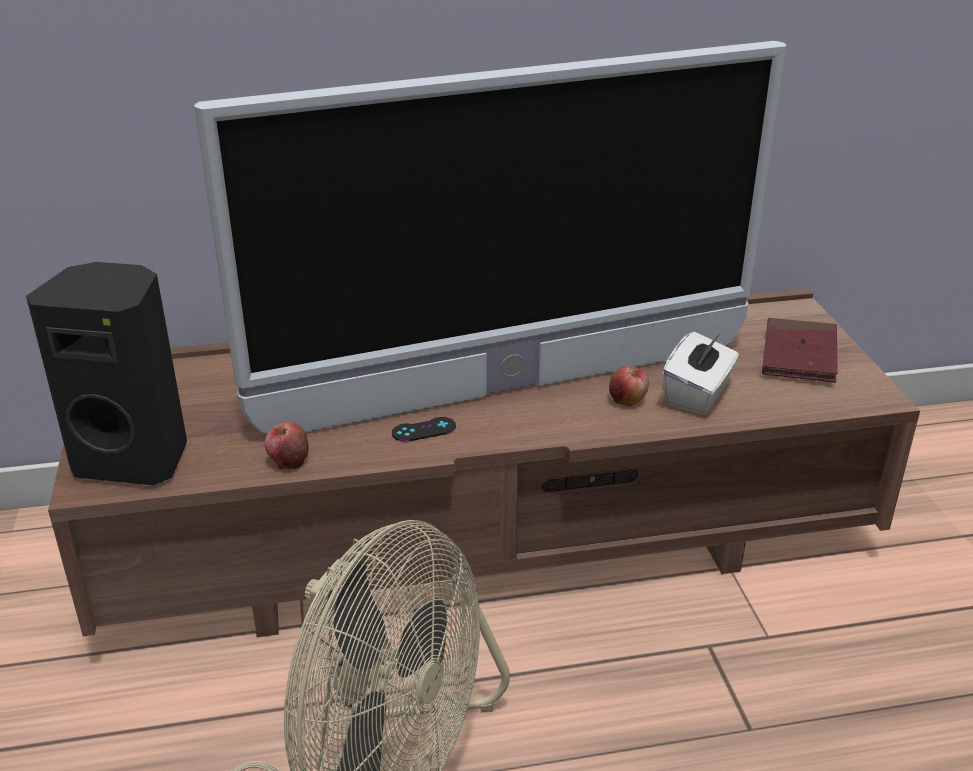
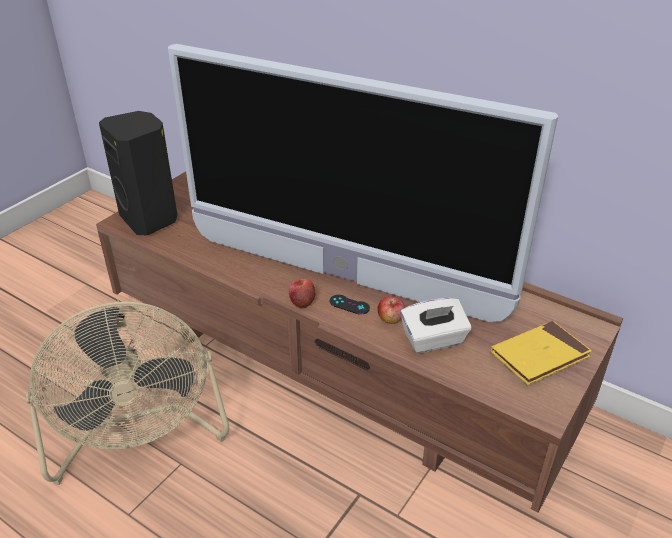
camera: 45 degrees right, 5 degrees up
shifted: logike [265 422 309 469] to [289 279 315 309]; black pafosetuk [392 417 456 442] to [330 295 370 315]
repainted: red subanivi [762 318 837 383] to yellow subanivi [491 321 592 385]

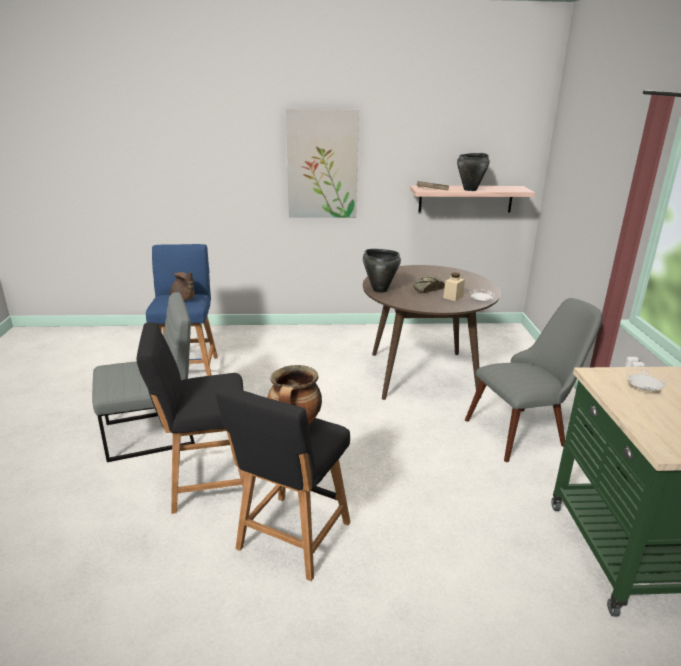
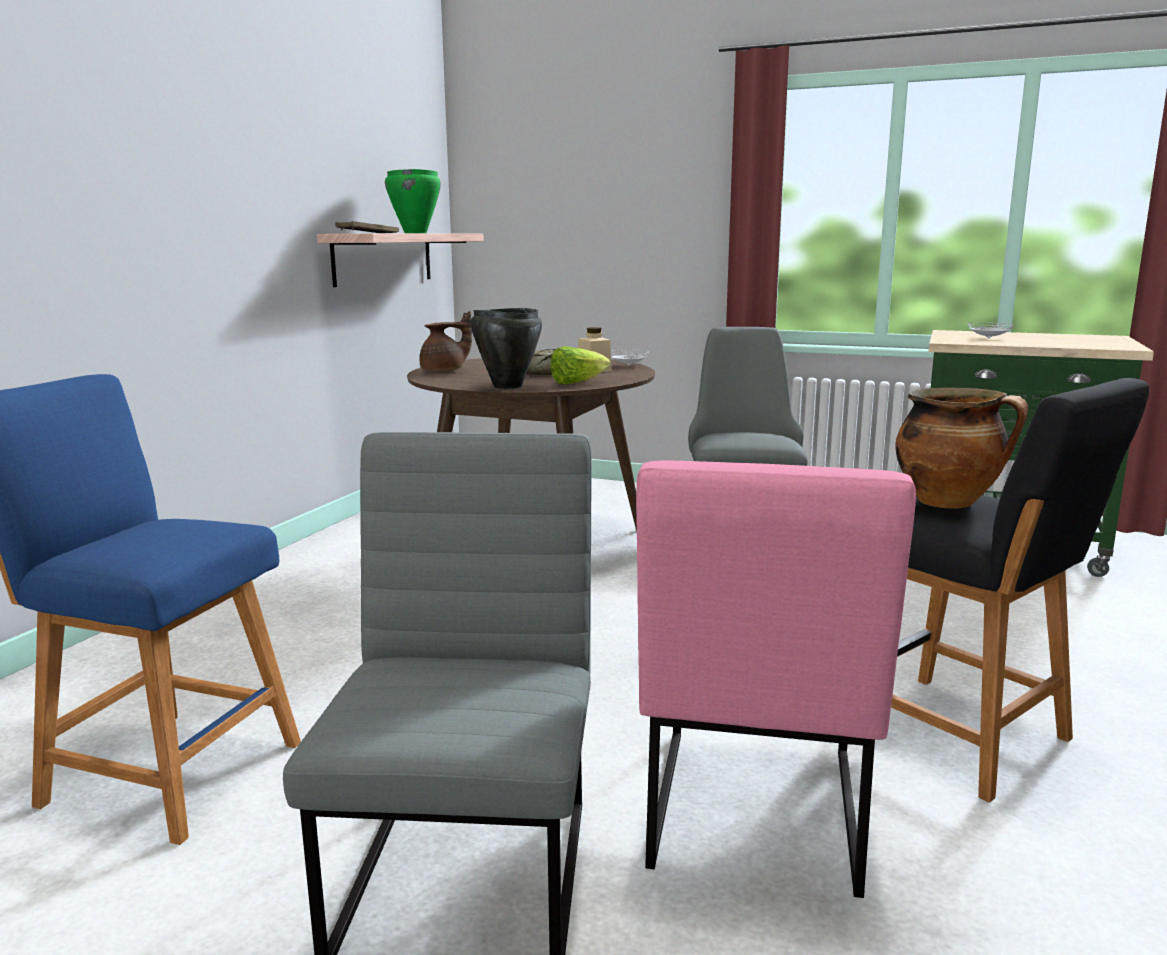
camera: 65 degrees left, 10 degrees down
gone: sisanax [286 109 359 218]
new: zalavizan [551 346 610 384]
shifted: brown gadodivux [170 272 195 301] to [419 311 472 372]
swapped: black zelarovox [136 322 252 514] to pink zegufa [636 461 916 898]
repainted: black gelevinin [457 153 490 191] to green gelevinin [385 169 441 233]

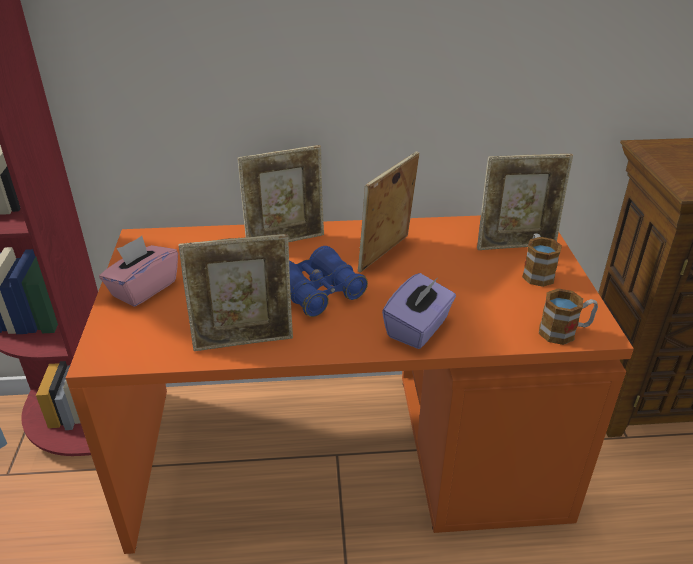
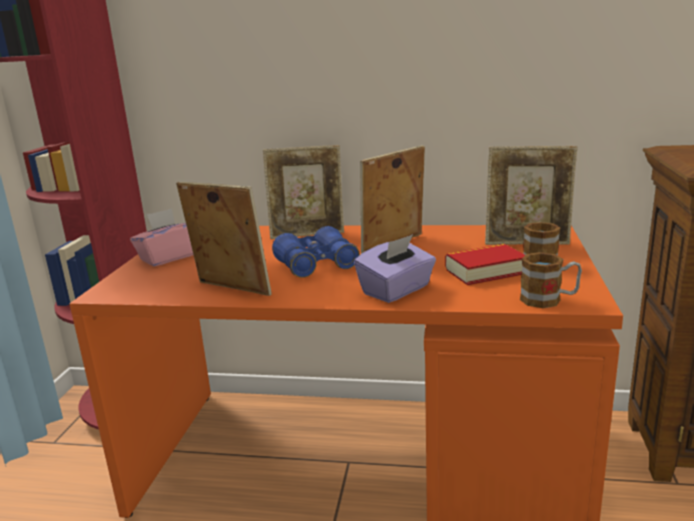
camera: 15 degrees right, 15 degrees down
new: subanivi [445 244 525 285]
rotated: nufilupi [179 234 293 351] = [176 182 272 296] 150 degrees counterclockwise

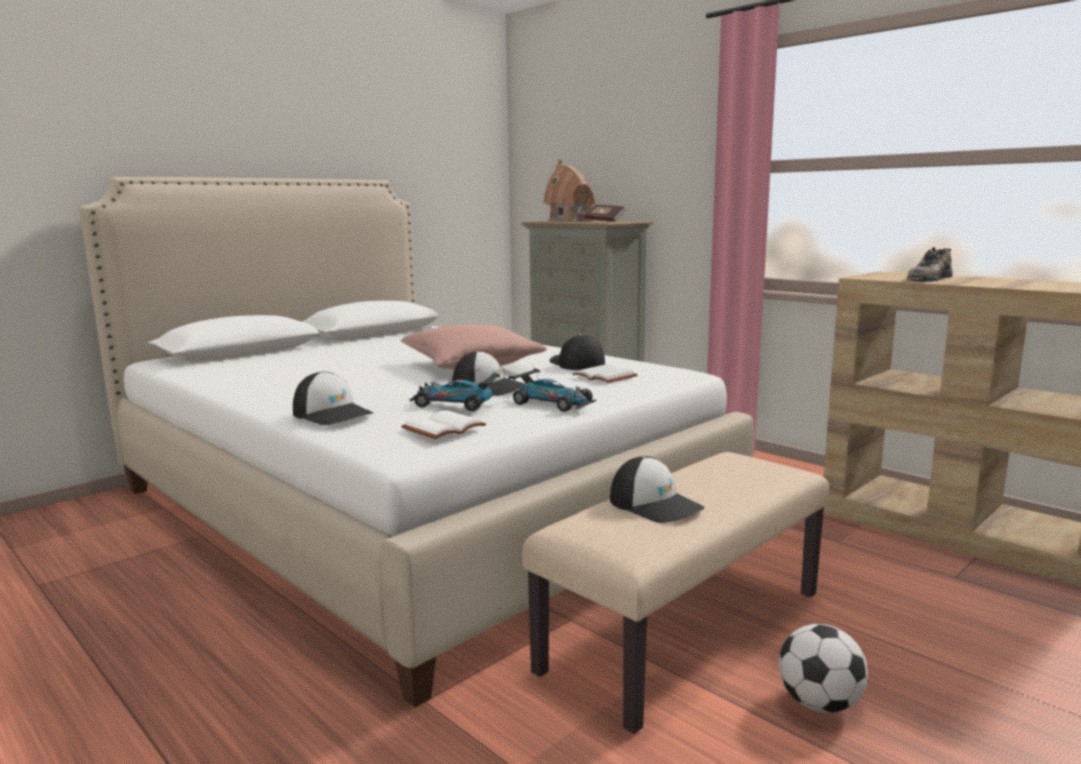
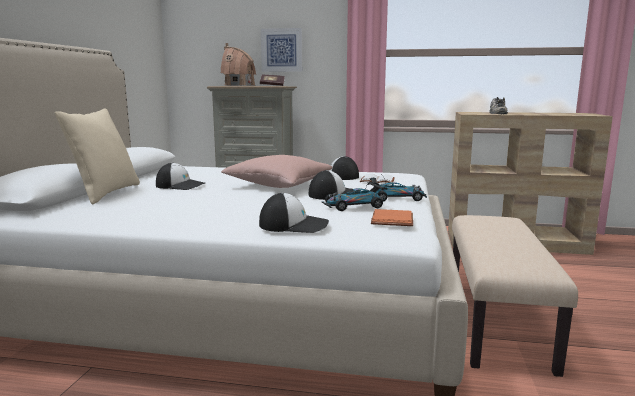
camera: 35 degrees left, 0 degrees up
gone: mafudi [779 624 868 713]
new: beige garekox [55 108 140 204]; sisanax [261 28 302 72]
shifted: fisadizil [610 456 704 523] to [156 162 205 190]
repainted: white subanivi [401 410 486 439] to orange subanivi [371 209 413 226]

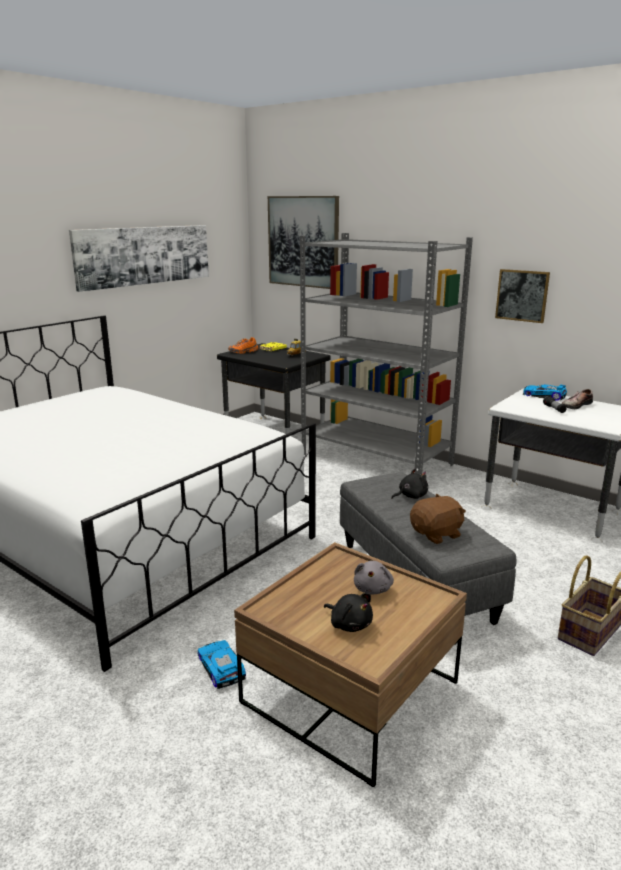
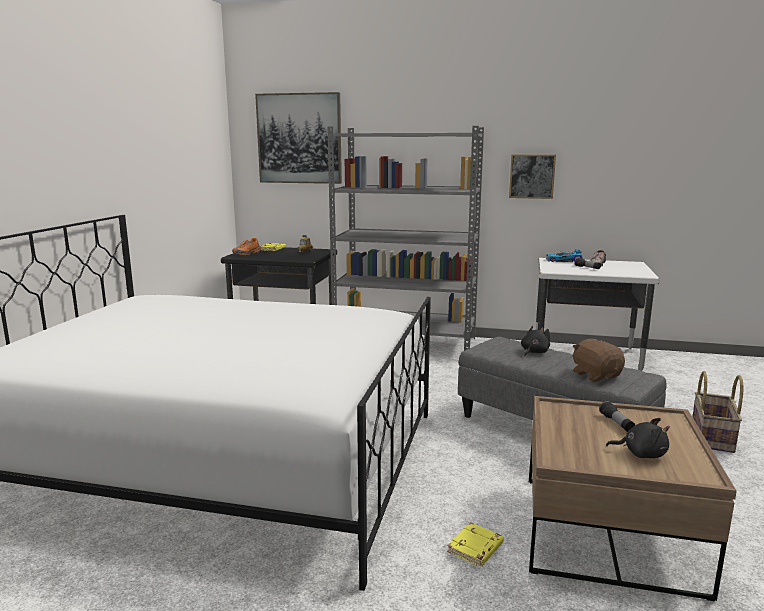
camera: 25 degrees left, 5 degrees down
gone: sisanax [69 225 209 292]
swapped: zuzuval [197 640 246 689] to yellow subanivi [447 522 504 567]; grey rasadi [354 561 394 594] to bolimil [599 401 635 432]
rotated: brown rasadi [410 493 466 544] = [572 339 625 382] 60 degrees counterclockwise

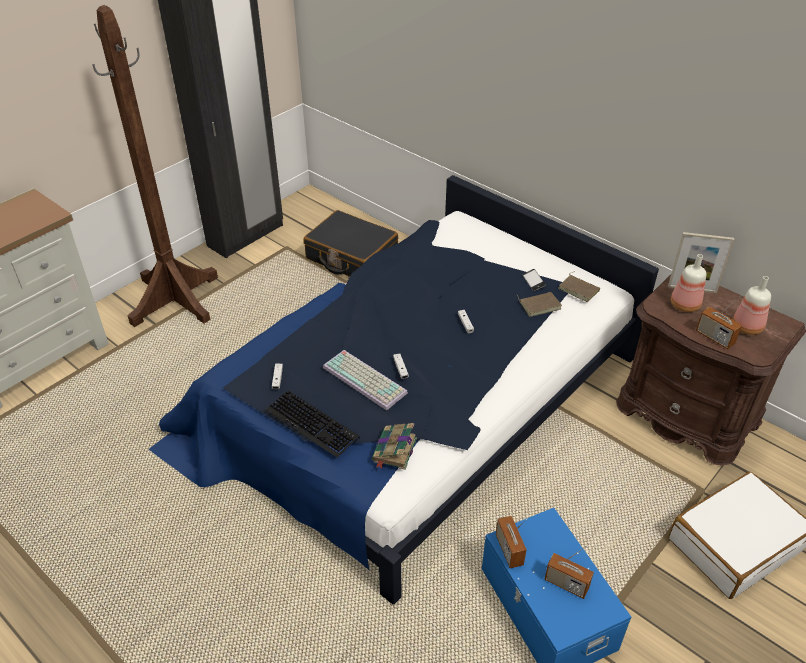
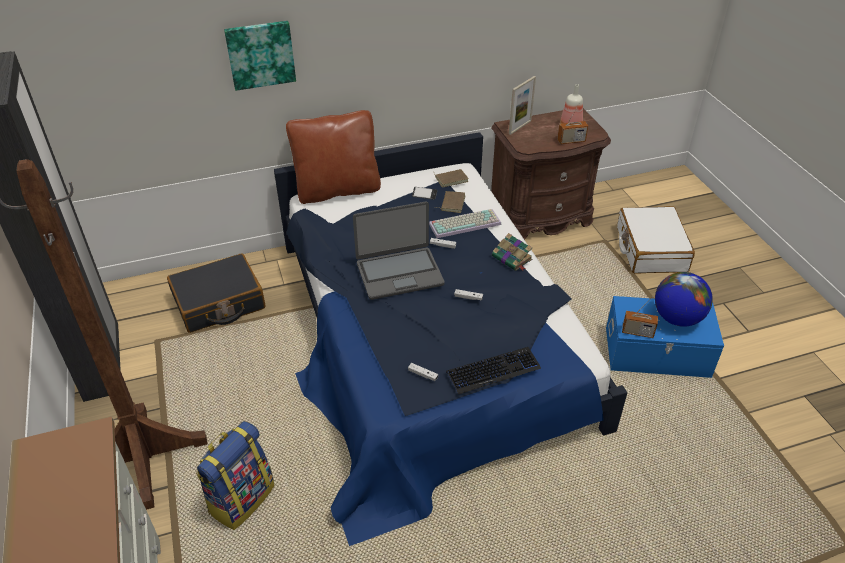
camera: 60 degrees left, 0 degrees up
gone: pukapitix [671 254 706 312]
new: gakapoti [196 421 275 530]; sisanax [224 21 296 91]; brown garekox [286 110 381 204]; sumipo [353 201 445 300]
shifted: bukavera [323 350 408 411] to [429 209 501 238]; subanivi [372 423 417 470] to [492 233 532 271]
swapped: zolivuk [544 546 594 599] to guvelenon [655 272 713 327]

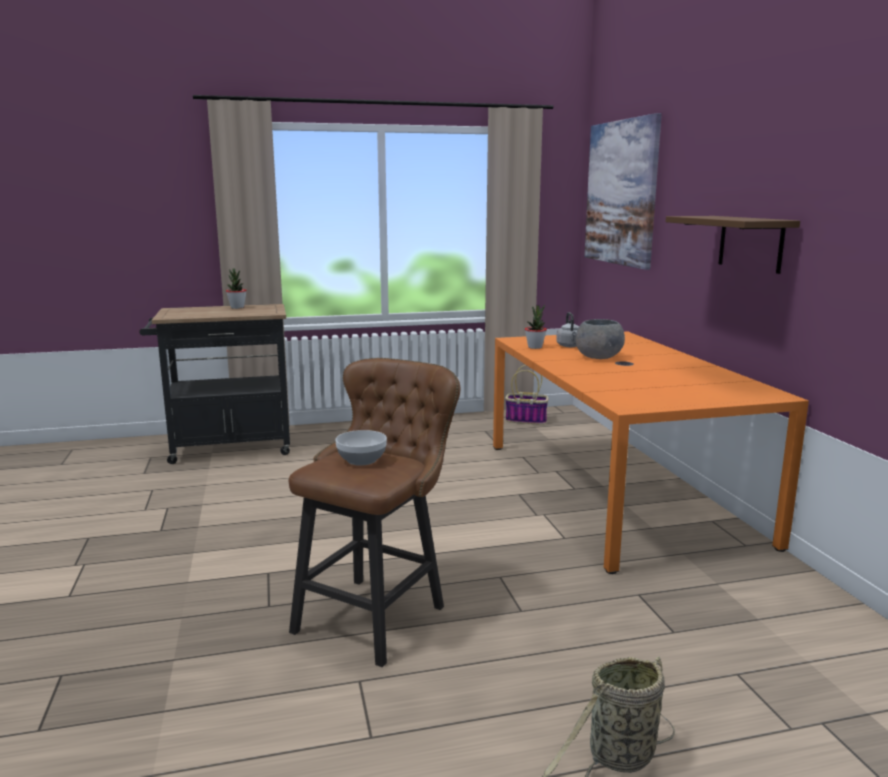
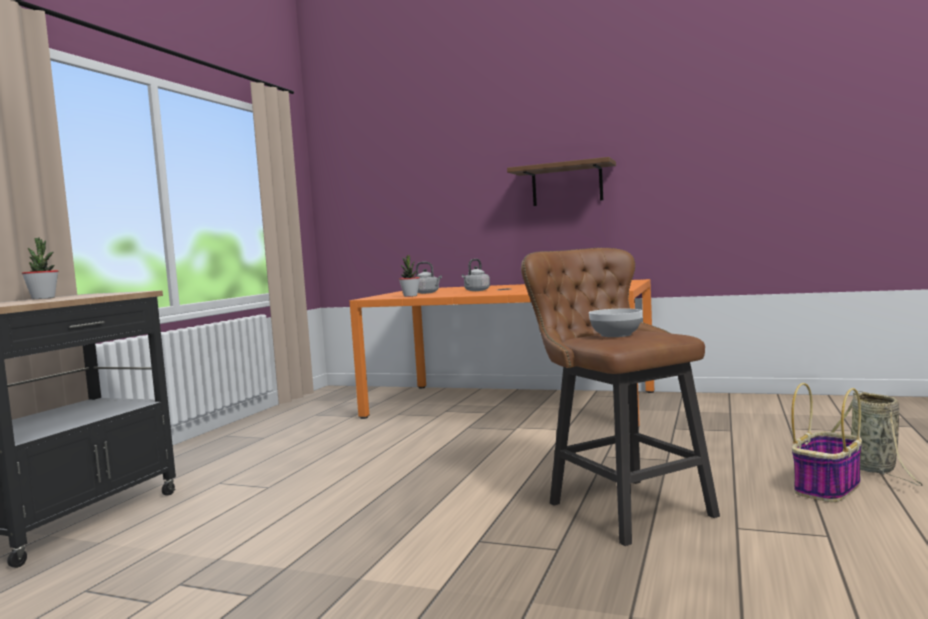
camera: 55 degrees left, 10 degrees down
gone: sisanax [584 113 662 270]
shifted: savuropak [505 365 549 425] to [791 383 862 502]
swapped: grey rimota [576 319 625 359] to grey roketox [462 259 490 291]

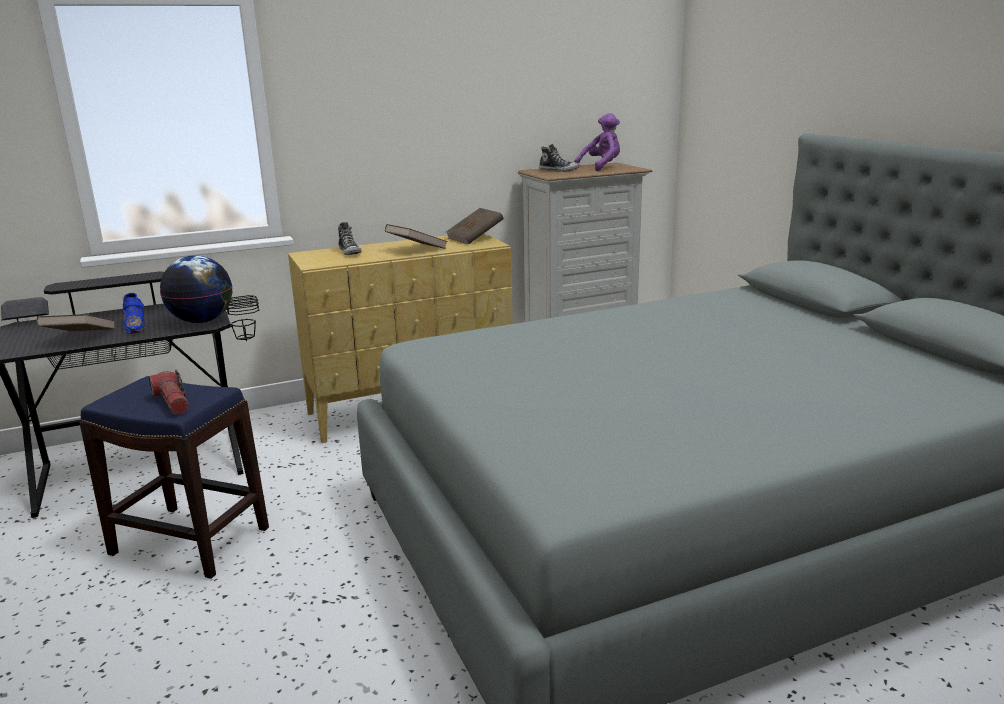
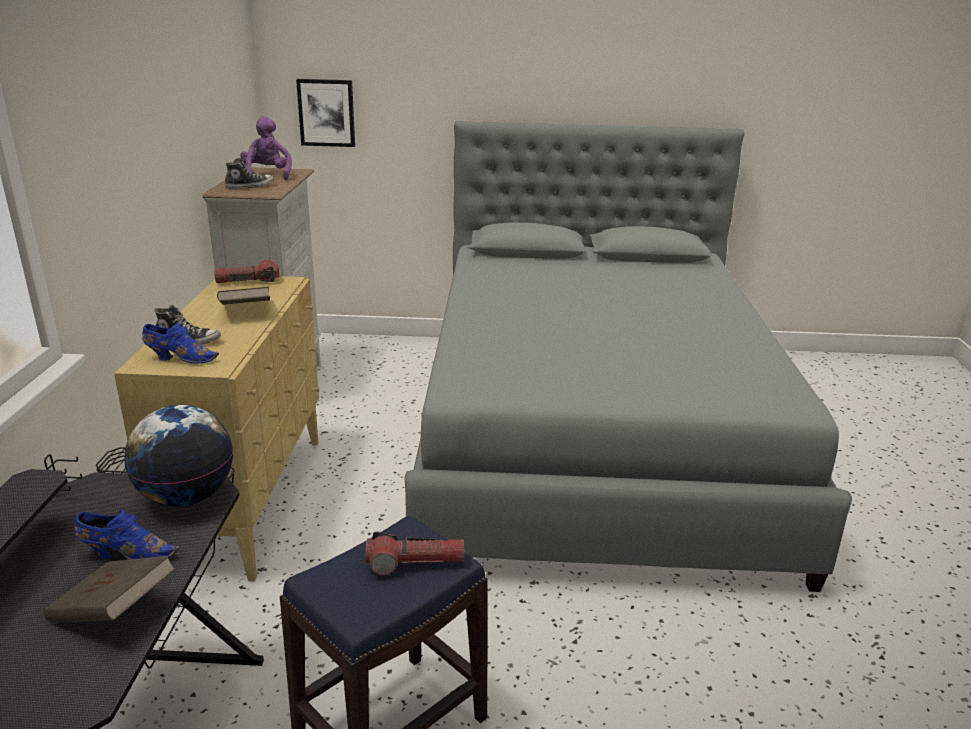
camera: 65 degrees left, 5 degrees up
new: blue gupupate [142 323 219 364]; sisanax [296 79 355 147]
swapped: brown subanivi [446 208 503 244] to bolimil [214 260 279 283]

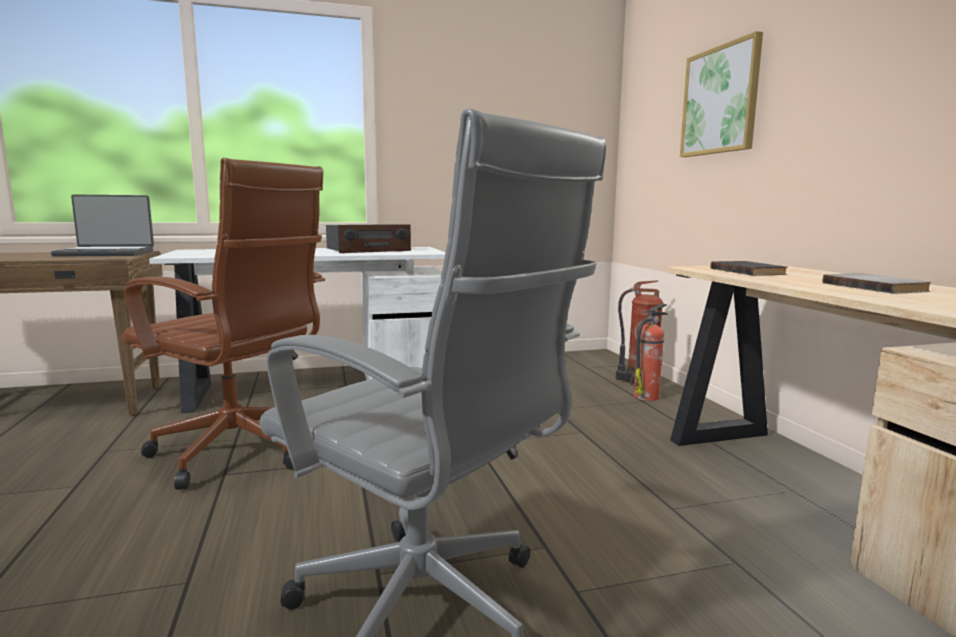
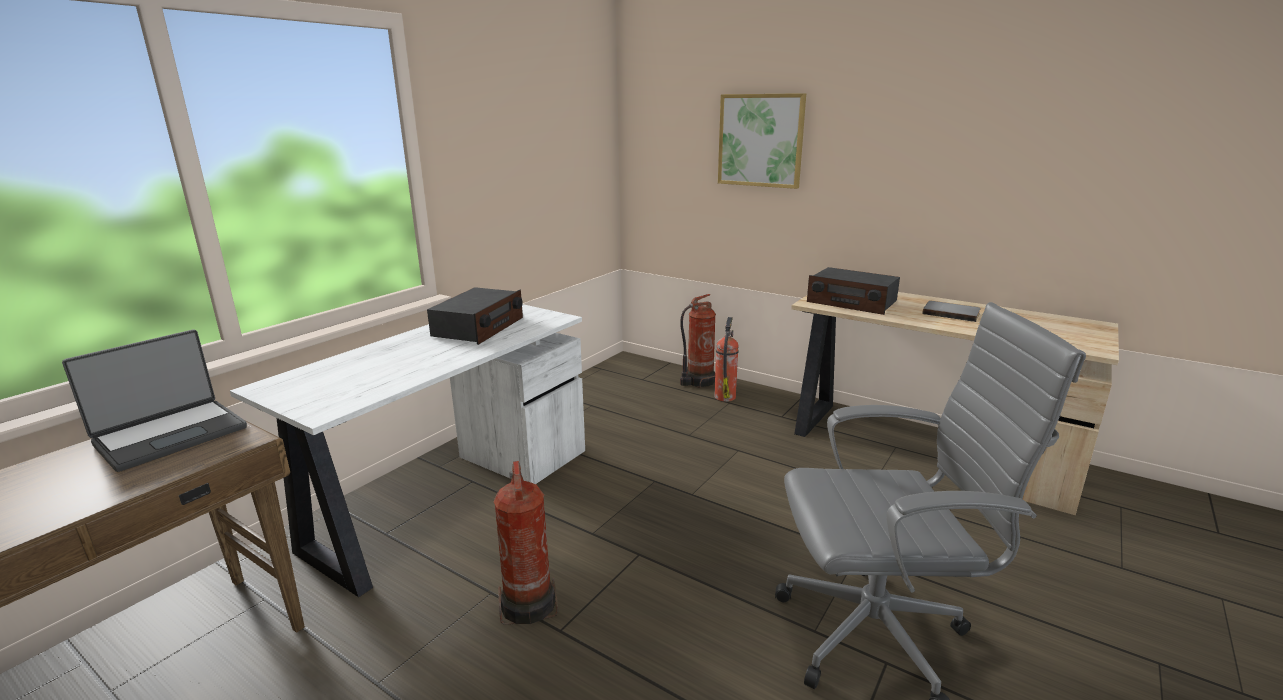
camera: 40 degrees left, 10 degrees up
swapped: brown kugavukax [122 158 325 490] to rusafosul [493 461 558 625]; black subanivi [711 261 787 276] to zolivuk [807 267 900 315]

